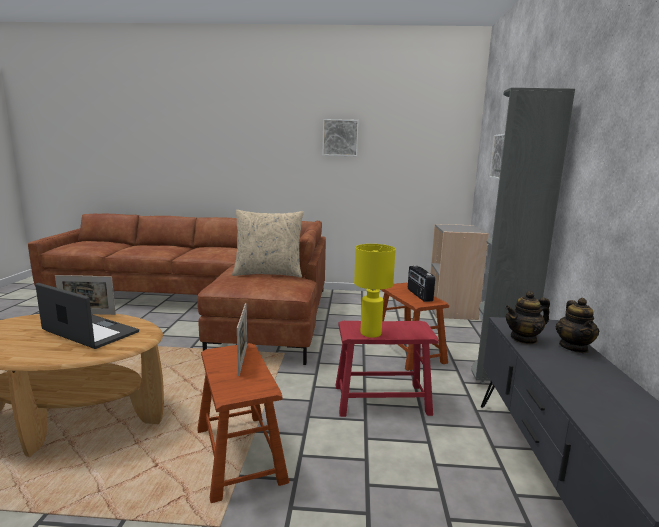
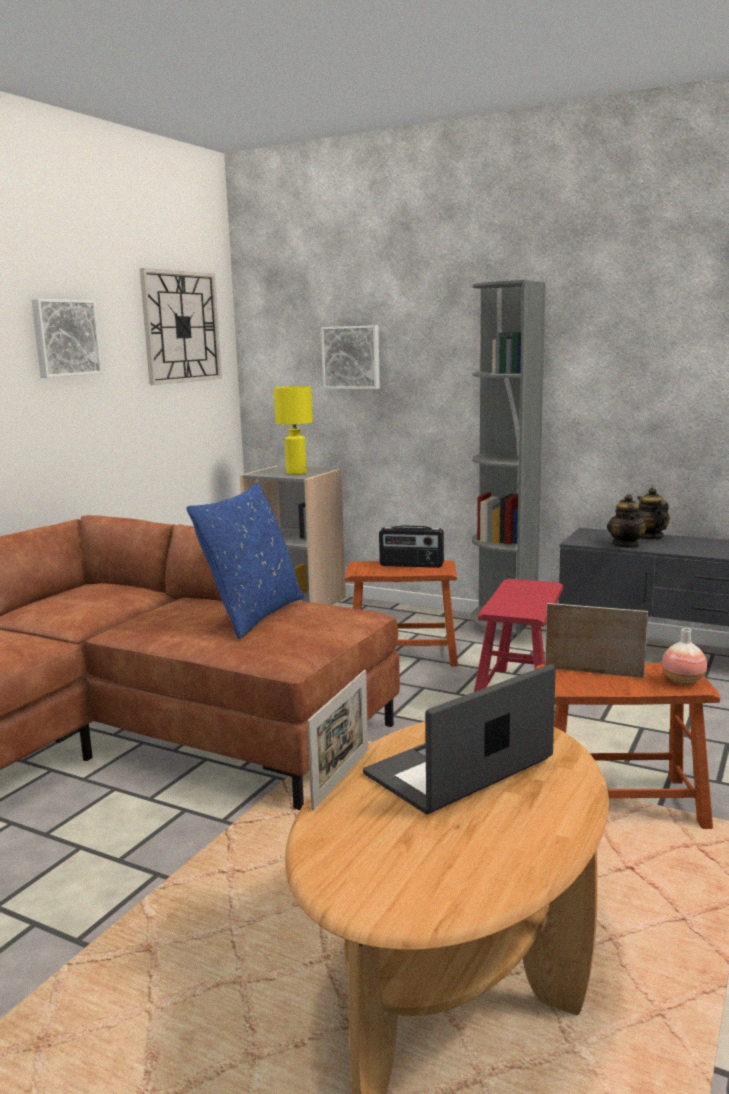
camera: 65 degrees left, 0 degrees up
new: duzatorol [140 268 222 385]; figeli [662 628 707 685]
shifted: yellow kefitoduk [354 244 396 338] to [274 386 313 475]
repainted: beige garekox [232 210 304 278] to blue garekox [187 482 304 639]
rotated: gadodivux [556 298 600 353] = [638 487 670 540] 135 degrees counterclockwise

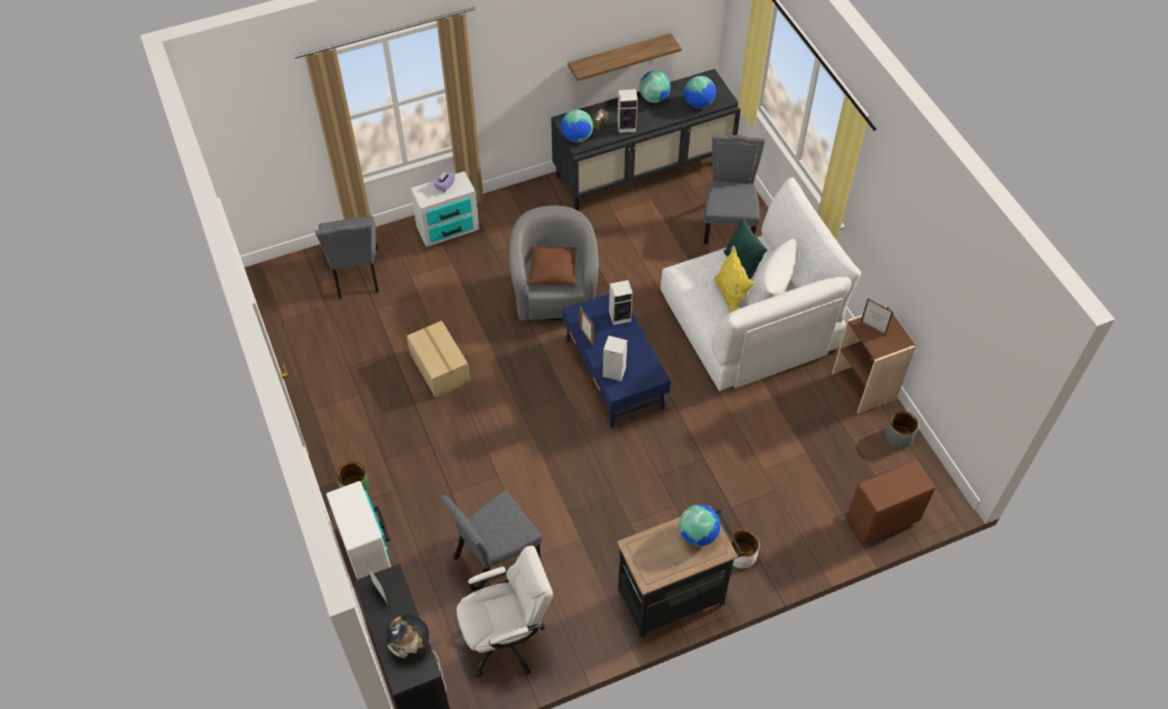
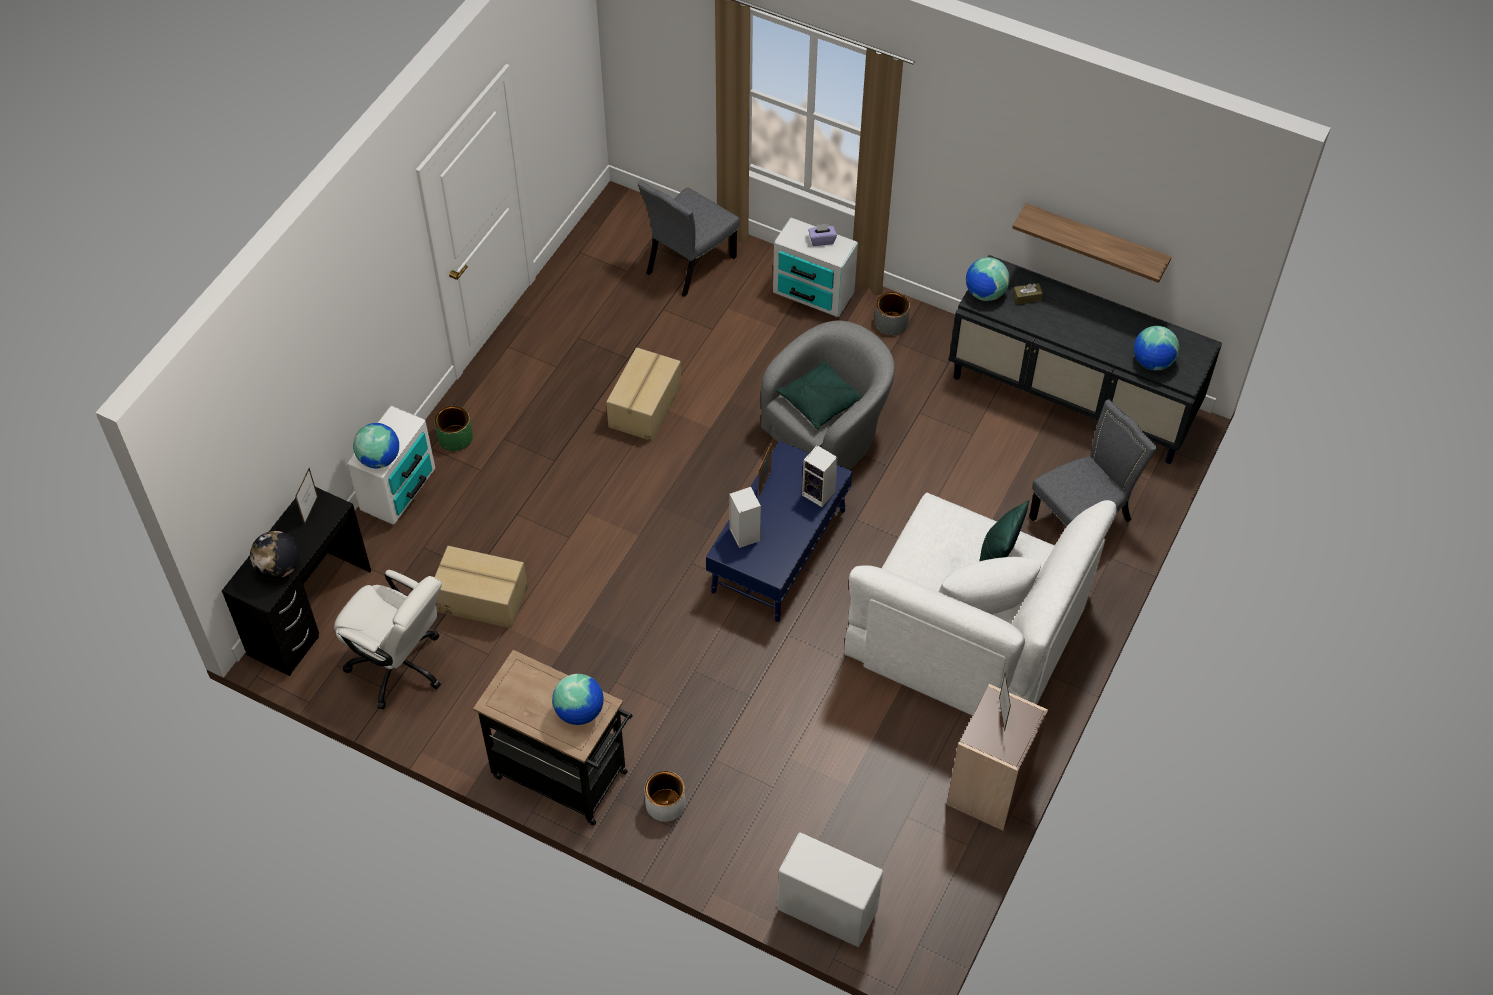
camera: 50 degrees right, 0 degrees up
gone: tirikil [617 89 638 133]; yellow garekox [714 246 754 313]
shifted: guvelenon [639 71 671 103] to [353 423 399 468]; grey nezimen [885 411 919 448] to [874 292 910 336]
swapped: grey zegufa [441 490 542 588] to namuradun [435 546 528 628]
repainted: brown garekox [527 246 577 285] to green garekox [776 361 862 429]; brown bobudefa [846 460 936 544] to white bobudefa [777 832 883 947]

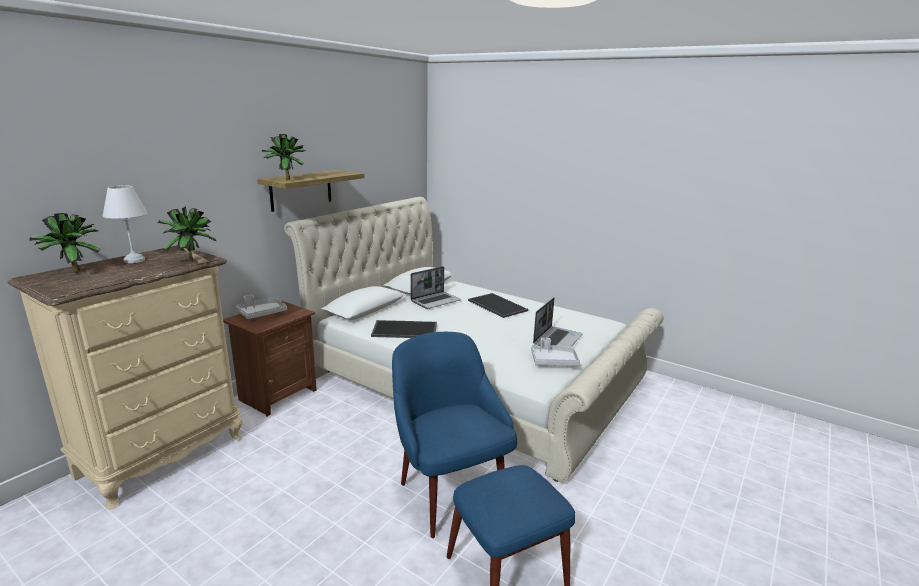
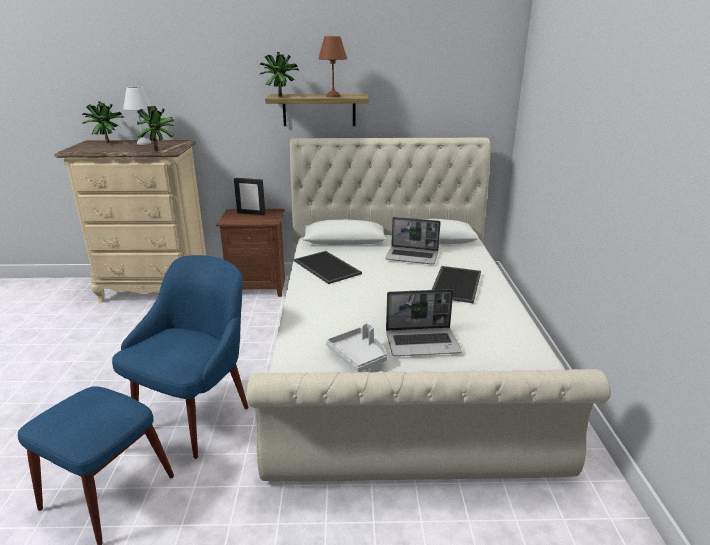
camera: 55 degrees right, 5 degrees up
new: brown kefitoduk [318 36 347 97]
swapped: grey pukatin [236 295 287 319] to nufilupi [234 178 265 215]

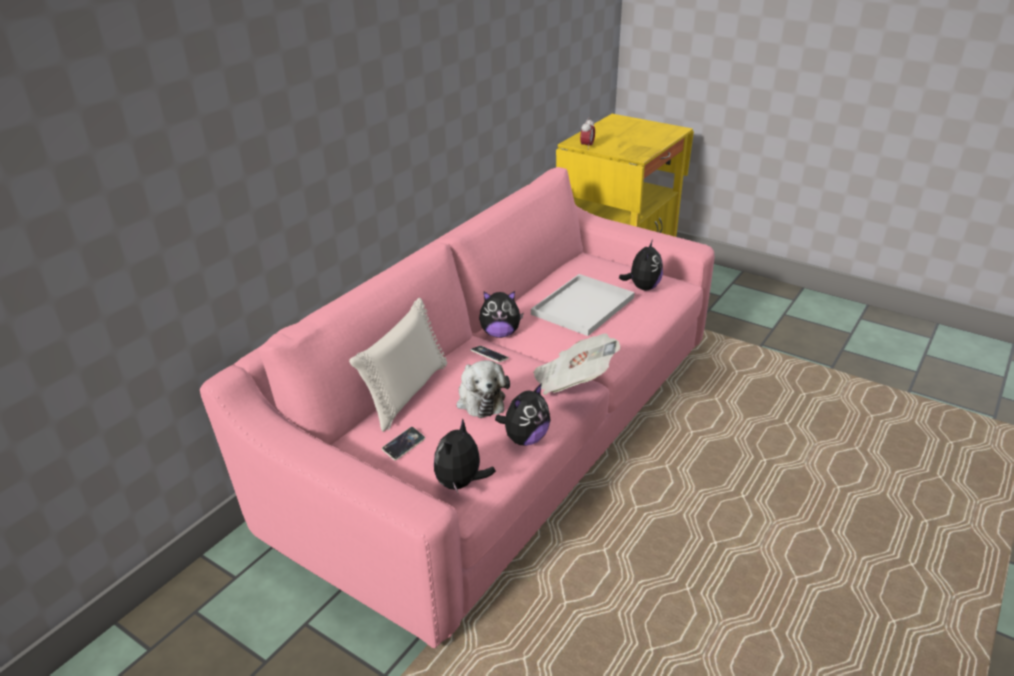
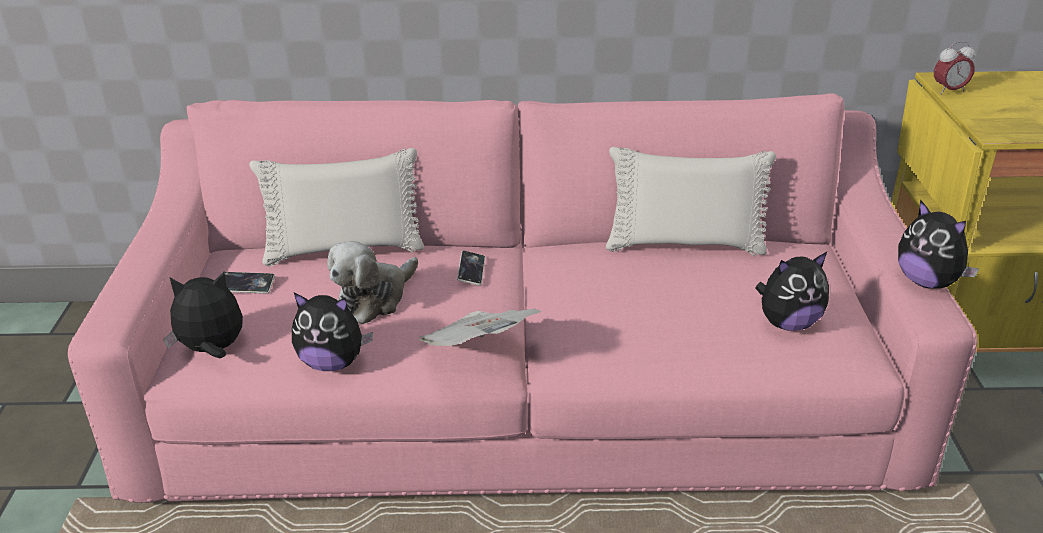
camera: 55 degrees right, 0 degrees up
gone: white pukatin [531 274 635 336]
new: white garekox [606 147 776 256]
shifted: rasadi [479 291 523 338] to [898 200 979 289]

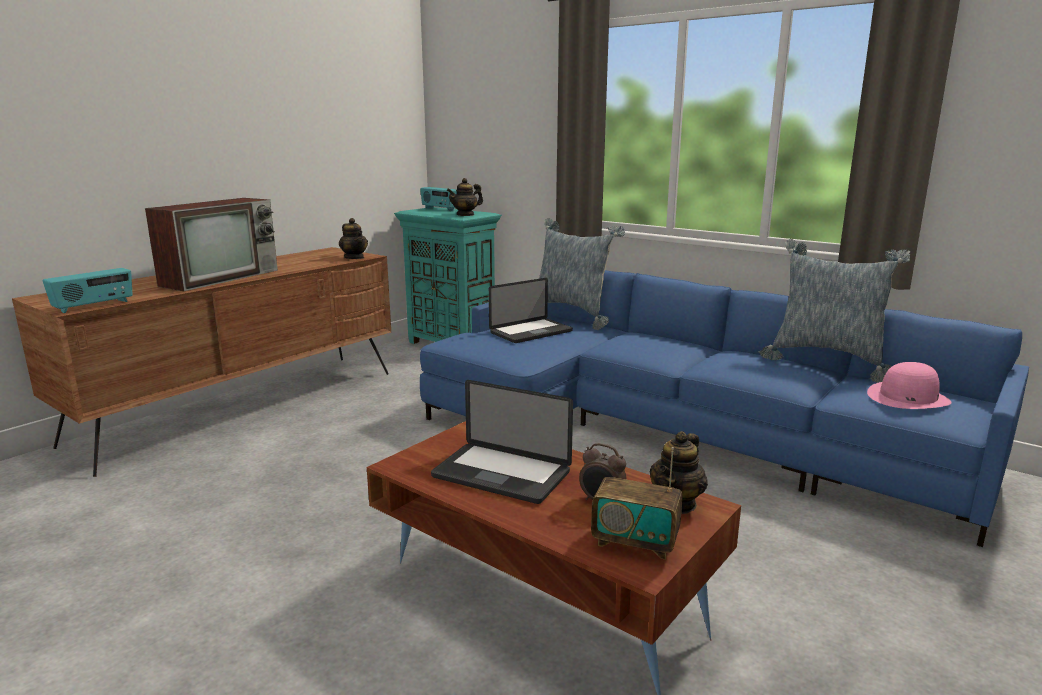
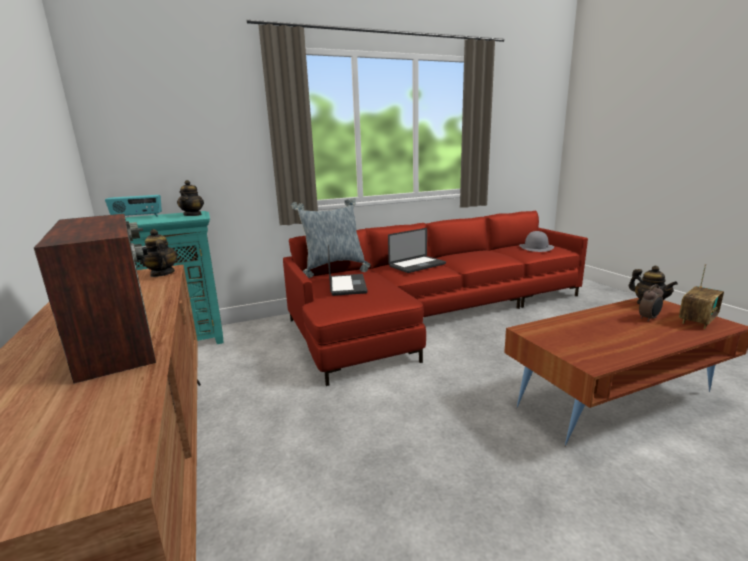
camera: 60 degrees left, 0 degrees up
gone: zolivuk [42 268 133 313]; garekox [758 238 910 383]
shifted: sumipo [431 380 573 504] to [388 228 446 273]
repainted: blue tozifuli [420 270 1029 547] to red tozifuli [283 211 588 386]; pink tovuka [867 362 952 409] to grey tovuka [519 231 554 252]
rotated: gadodivux [339 218 368 259] = [140 229 178 277] 120 degrees counterclockwise

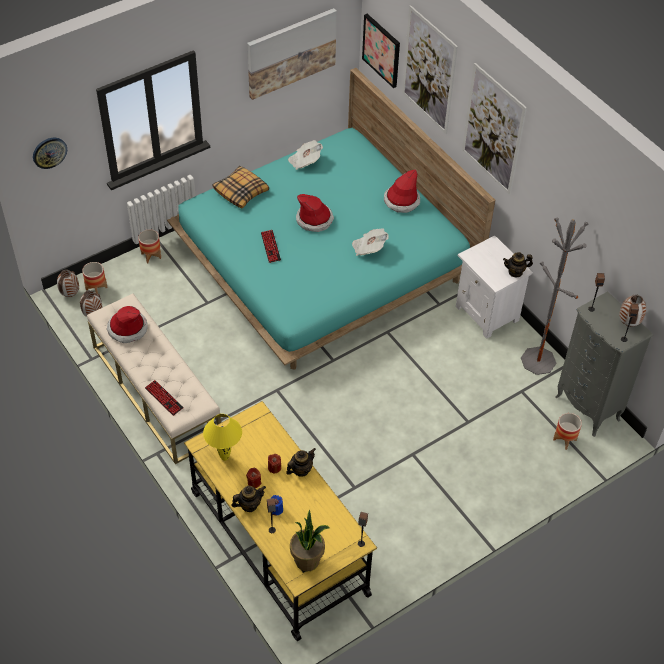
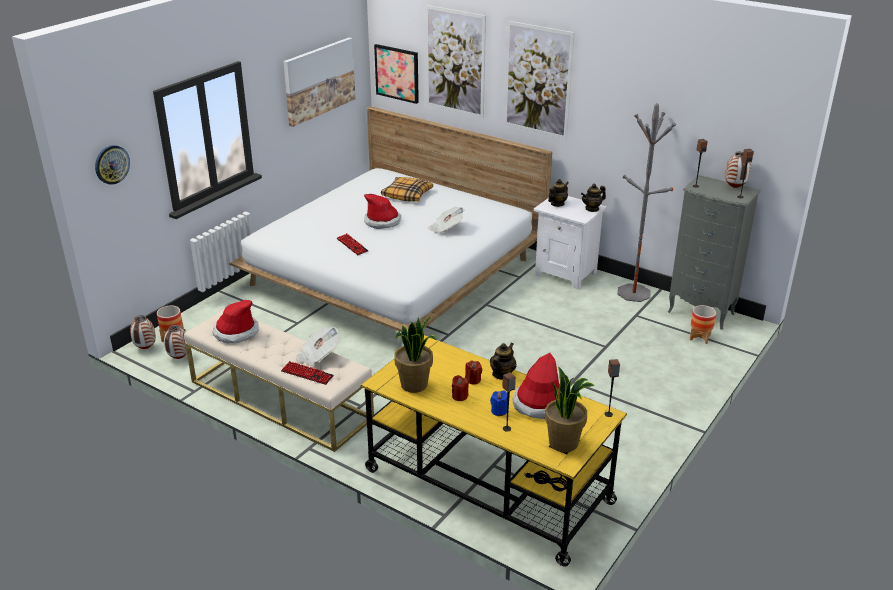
camera: 20 degrees left, 20 degrees down
gone: nezimen [138 229 161 263]
shifted: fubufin [288 140 323 170] to [296 327 339 366]; garekox [213 166 269 208] to [381 177 433 202]; tovuka [384 169 420 213] to [512 353 559 419]; gadodivux [231 486 266 512] to [548 179 569 207]
swapped: yellow kefitoduk [203 414 242 461] to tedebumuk [394 317 437 393]
repainted: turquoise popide [167 68 495 370] to white popide [229 107 552 334]

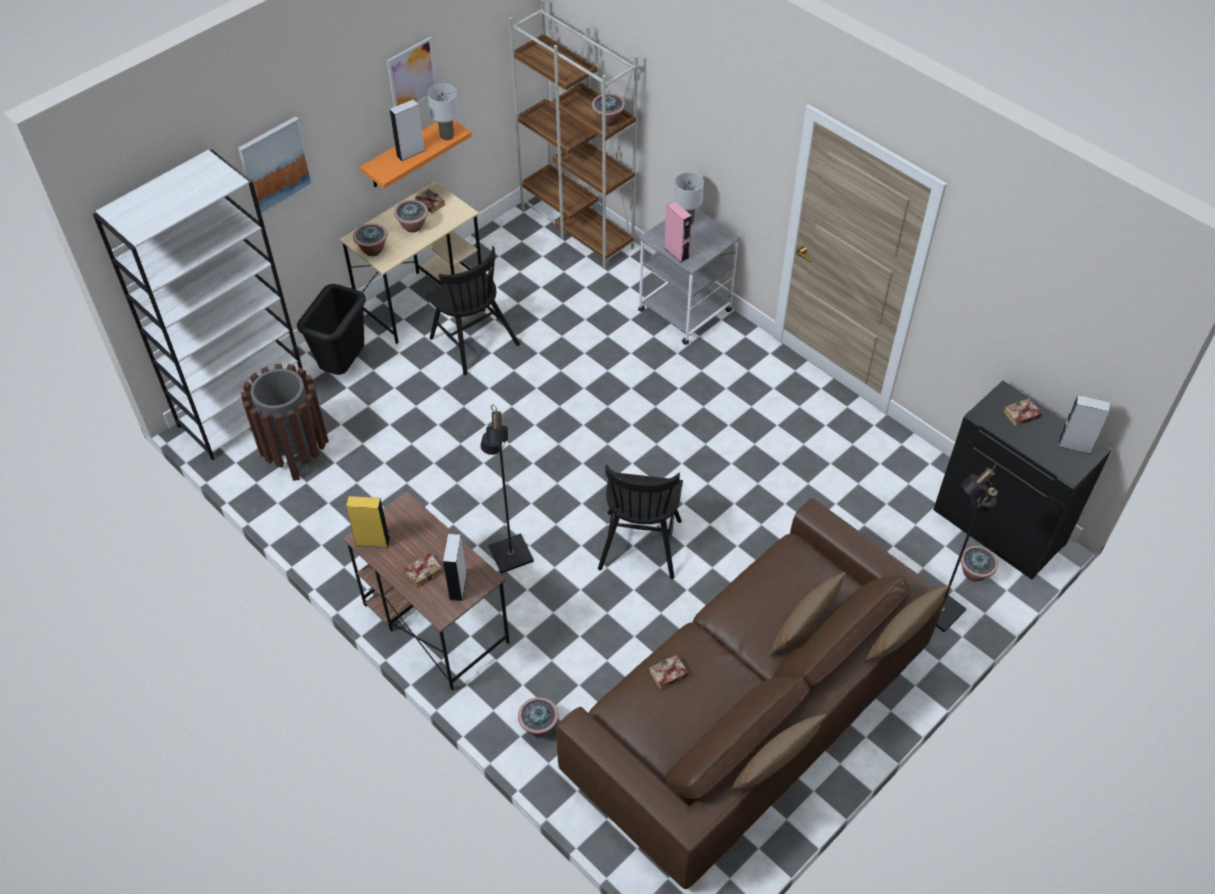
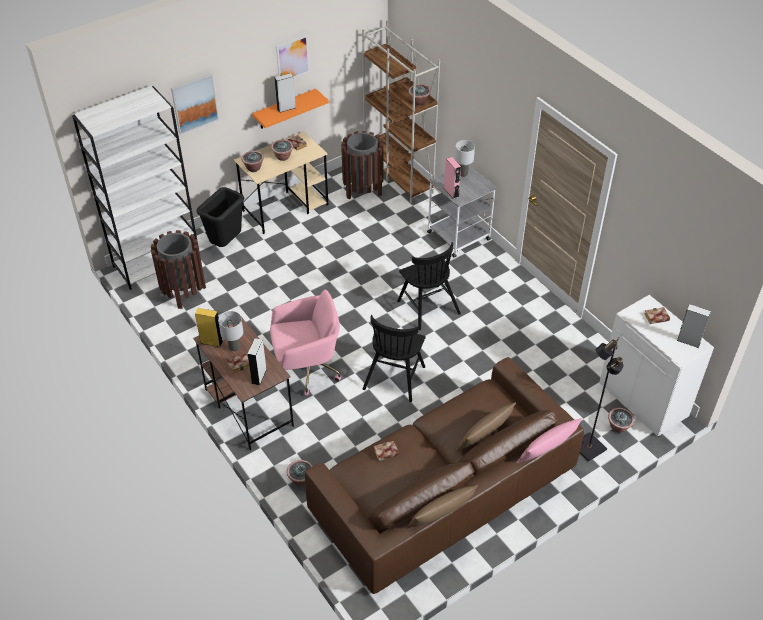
camera: 10 degrees right, 5 degrees down
new: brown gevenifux [341 131 383 199]
shifted: white kefitoduk [427 84 459 140] to [218 311 243 351]; black zegufa [425 246 520 375] to [397 242 461 330]
swapped: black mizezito [480 405 534 574] to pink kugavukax [270 290 341 396]
repainted: brown garekox [863 585 950 664] to pink garekox [516 418 582 463]; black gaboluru [933 381 1111 580] to white gaboluru [599 295 714 437]

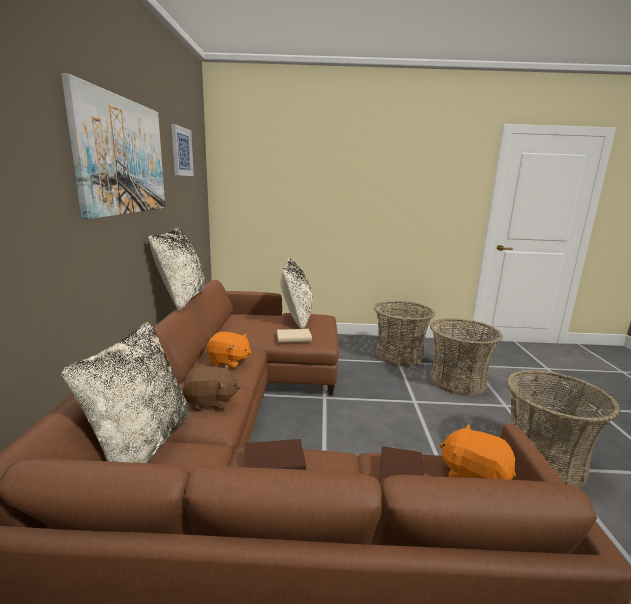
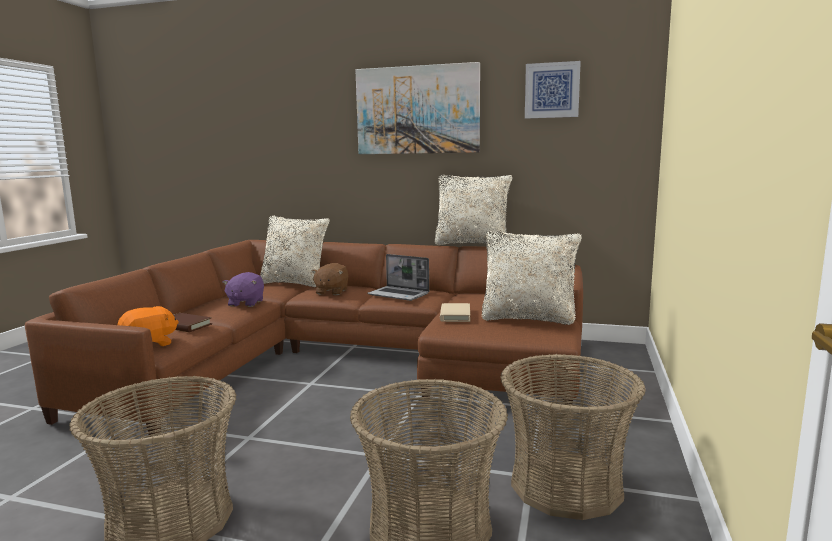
camera: 105 degrees right, 5 degrees down
swapped: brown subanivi [244 439 306 470] to purple rasadi [223 272 264 307]; orange rasadi [207 332 251 368] to sumipo [367 254 429 301]

